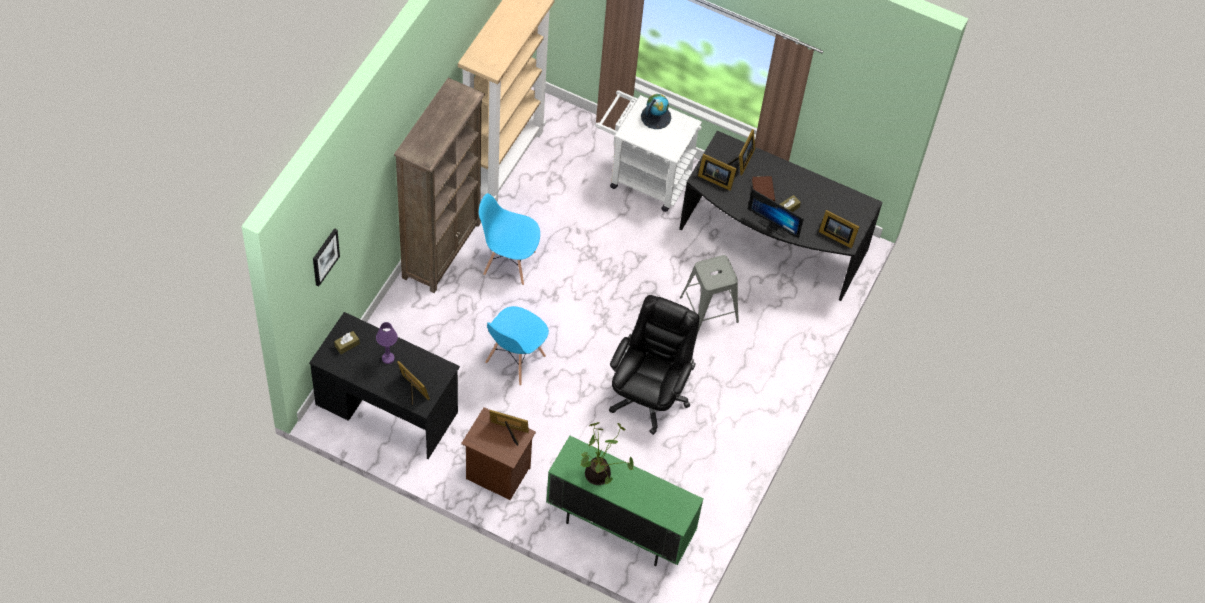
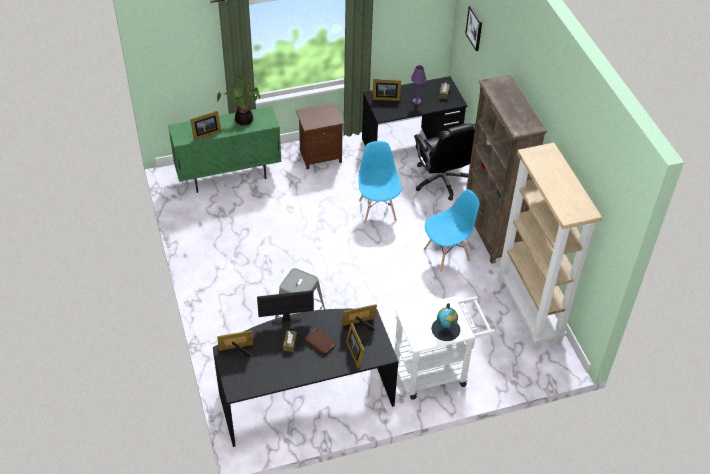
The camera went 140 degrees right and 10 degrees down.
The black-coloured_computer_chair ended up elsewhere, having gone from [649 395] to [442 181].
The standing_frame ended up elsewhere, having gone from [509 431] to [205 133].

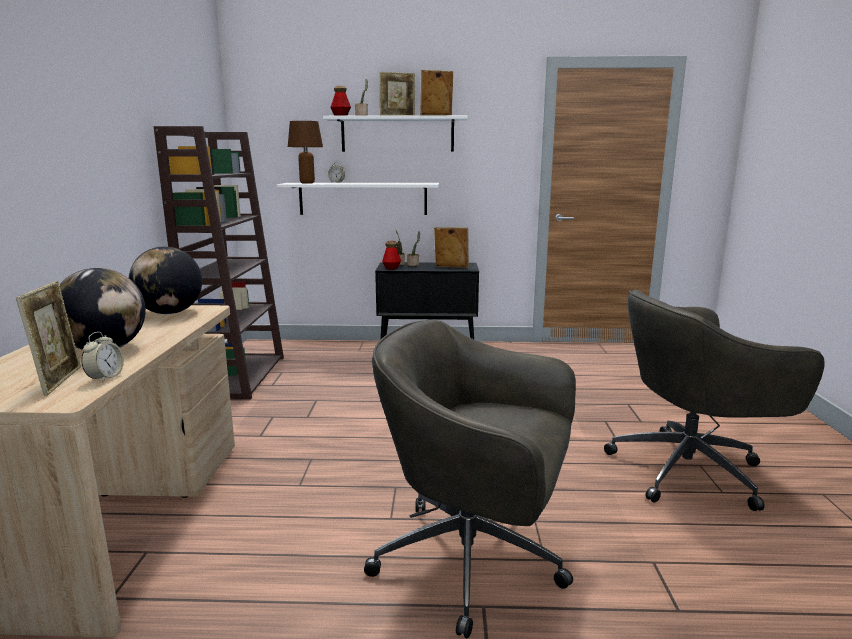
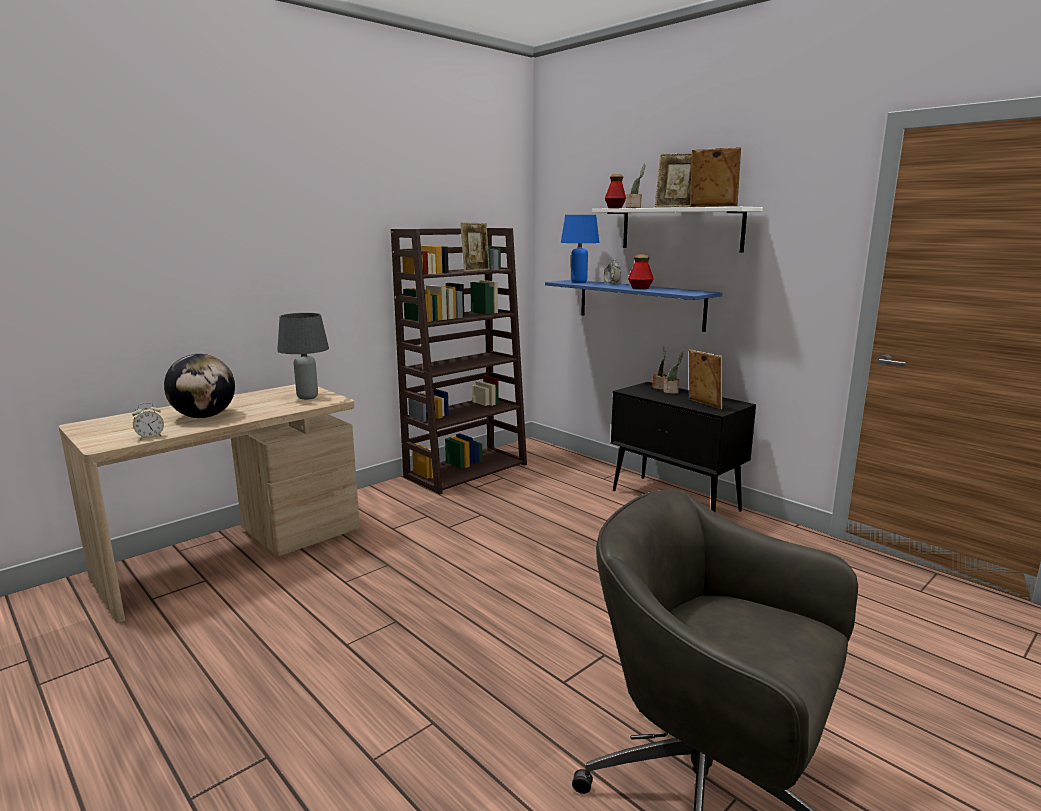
The camera went 45 degrees right and 0 degrees up.
What was the brown-coloured_lamp_for_a_table at [307 183] turned into the bluish_lamp_for_a_table at [579 282].
What was the white_bracket_shelf at [363 198] turned into the bluish_bracket_shelf at [639 304].
The bottle ended up elsewhere, having gone from [391 268] to [640 288].
Where the desk_globe stood at [170 313], the greyish_lamp_for_a_table came to stand at [307 397].
The standing_frame ended up elsewhere, having gone from [60 381] to [476 271].
The second view lost the greyish_computer_chair at [474 561].

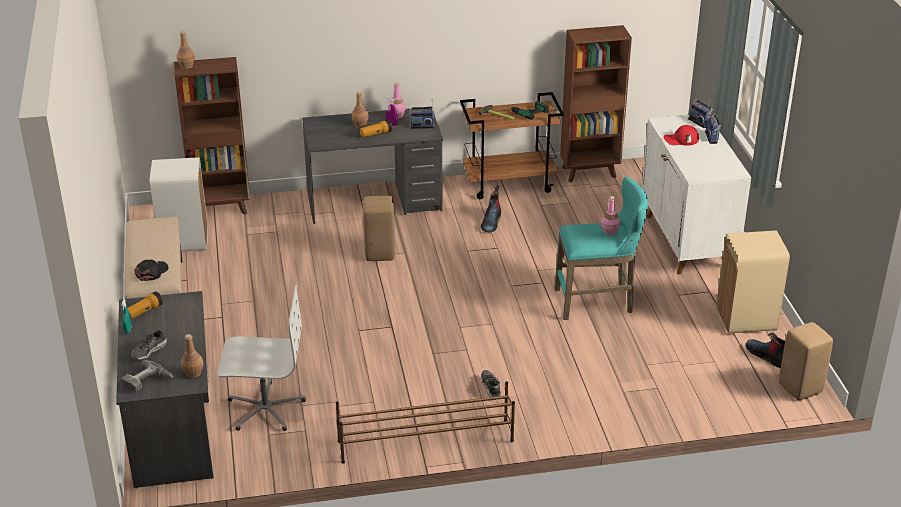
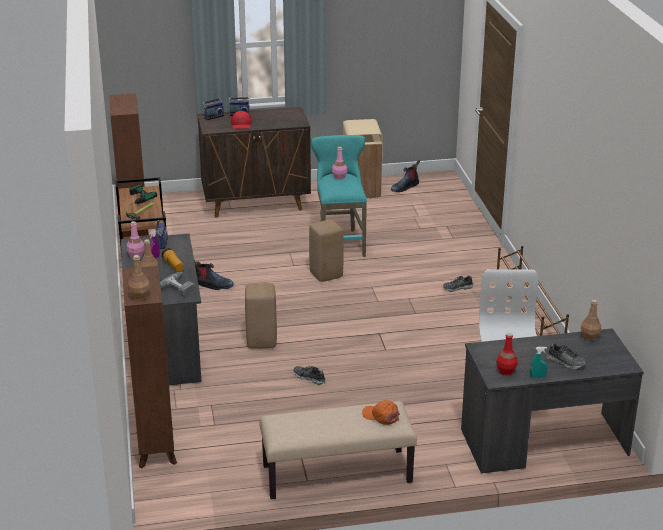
The camera went 90 degrees left and 5 degrees down.
What was the white_cupboard at [687 242] turned into the brown-coloured_cupboard at [257 204].
The second view lost the white_waste_bin at [184 241].
What was the black-coloured_baseball_cap at [152 272] turned into the orangey_baseball_cap at [381 416].
Where the flashlight stood at [144 312], the red-coloured_bottle came to stand at [506 371].
The beige-coloured_stool_seat ended up elsewhere, having gone from [799 388] to [326 275].
The drill ended up elsewhere, having gone from [148 382] to [181 286].
The second view gained the low_shoe at [309 378].

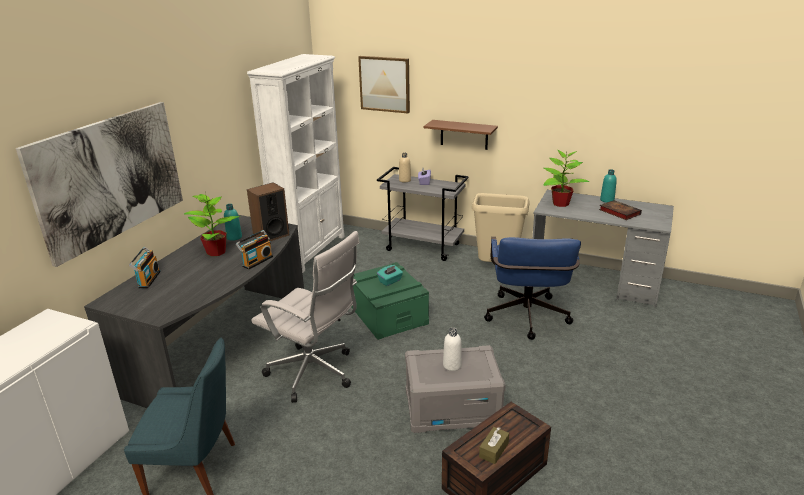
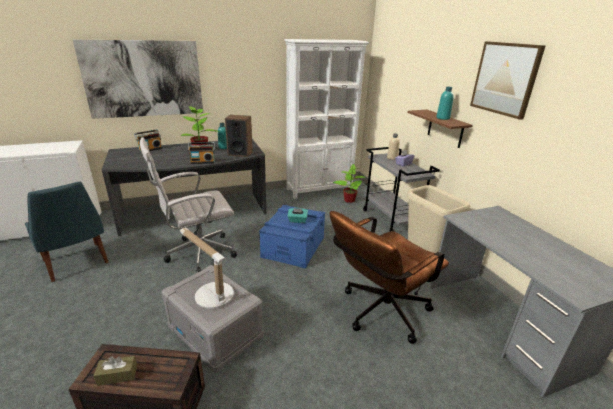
The camera went 45 degrees right and 0 degrees up.
The wall_art ended up elsewhere, having gone from [385 84] to [505 79].
The potted_plant ended up elsewhere, having gone from [560 203] to [349 200].
The blue-green_bottle ended up elsewhere, having gone from [607 200] to [442 118].
The second view lost the bound_book at [618 212].
The white_computer_chair at [315 374] ended up facing another way, 75 degrees clockwise from before.
What was the bluish_computer_chair at [527 320] turned into the brown-coloured_computer_chair at [379 313].
What was the greenish_storage_box at [388 314] turned into the bluish_storage_box at [293 247].
Where the white_bottle stood at [452 365], the lamp_for_a_table came to stand at [211 293].

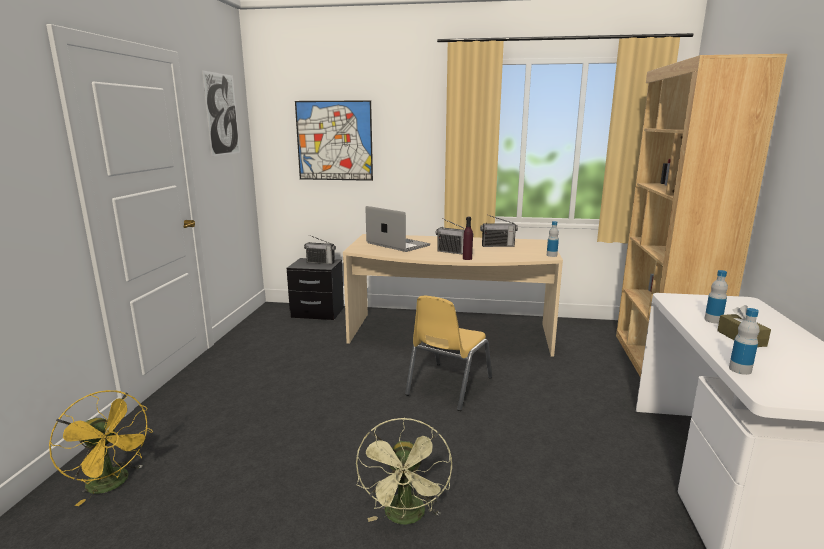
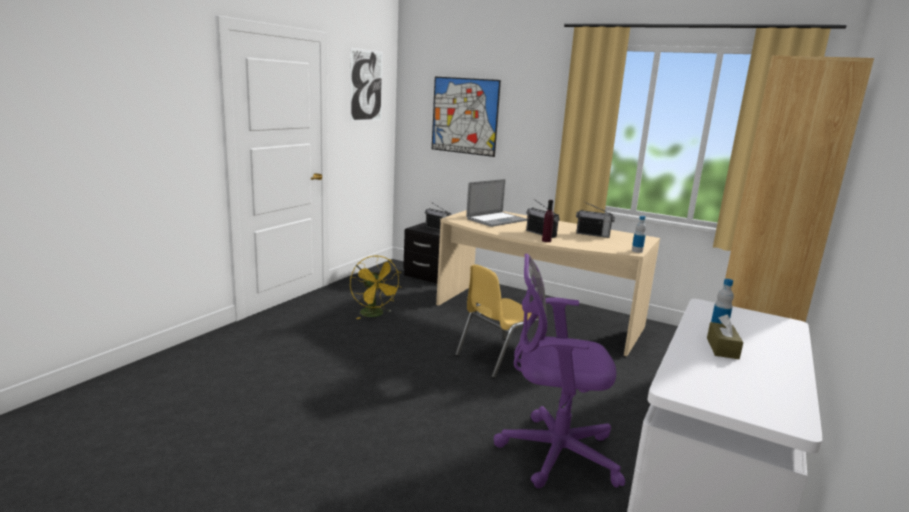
The camera went 20 degrees right and 0 degrees up.
The portable_computer at [397 244] ended up facing another way, 75 degrees clockwise from before.
The second view lost the bottle at [740 369].
The yellow_electric_fan ended up elsewhere, having gone from [113 484] to [375 315].
The second view lost the greenish_electric_fan at [406 517].
The second view gained the purplish_computer_chair at [552 452].

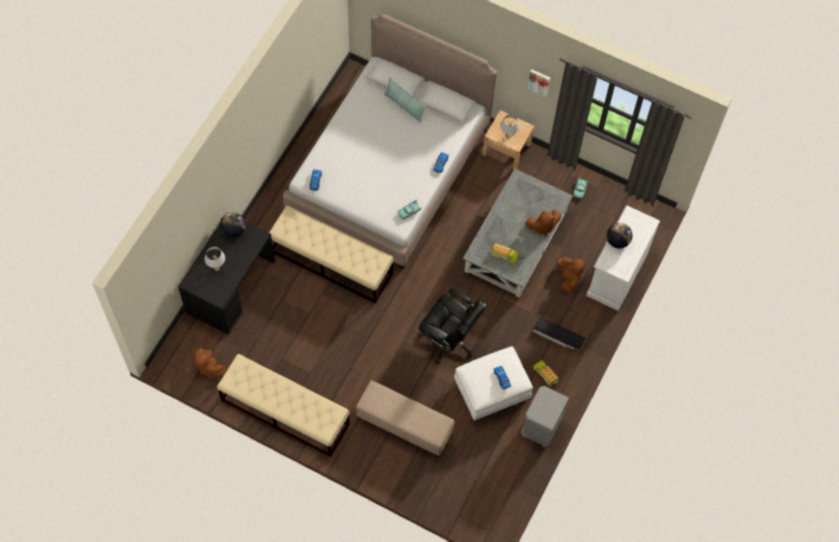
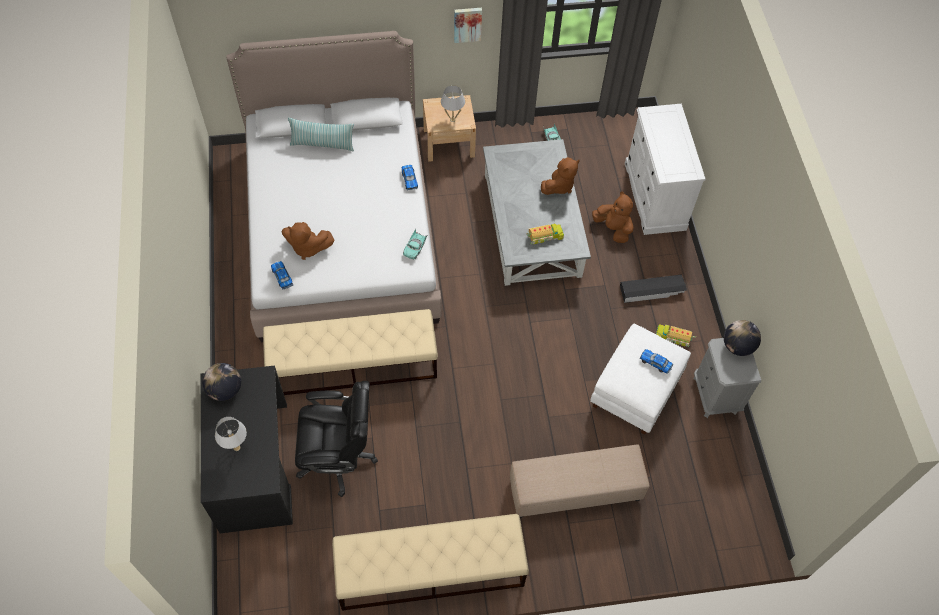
The camera went 35 degrees left and 5 degrees down.
The desk_globe ended up elsewhere, having gone from [617 241] to [737 346].
The black-coloured_computer_chair ended up elsewhere, having gone from [449 339] to [338 457].
The brown-coloured_plush_toy ended up elsewhere, having gone from [209 367] to [307 247].

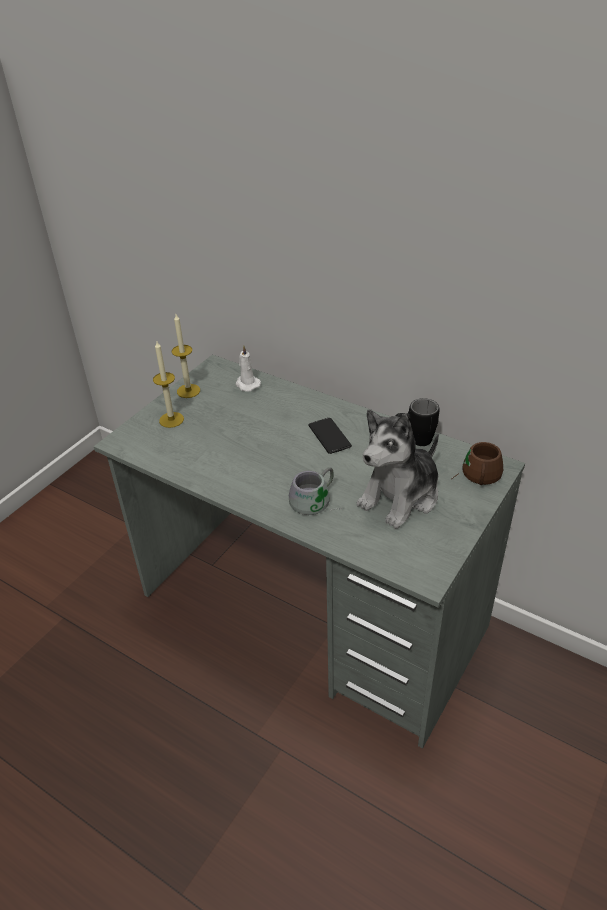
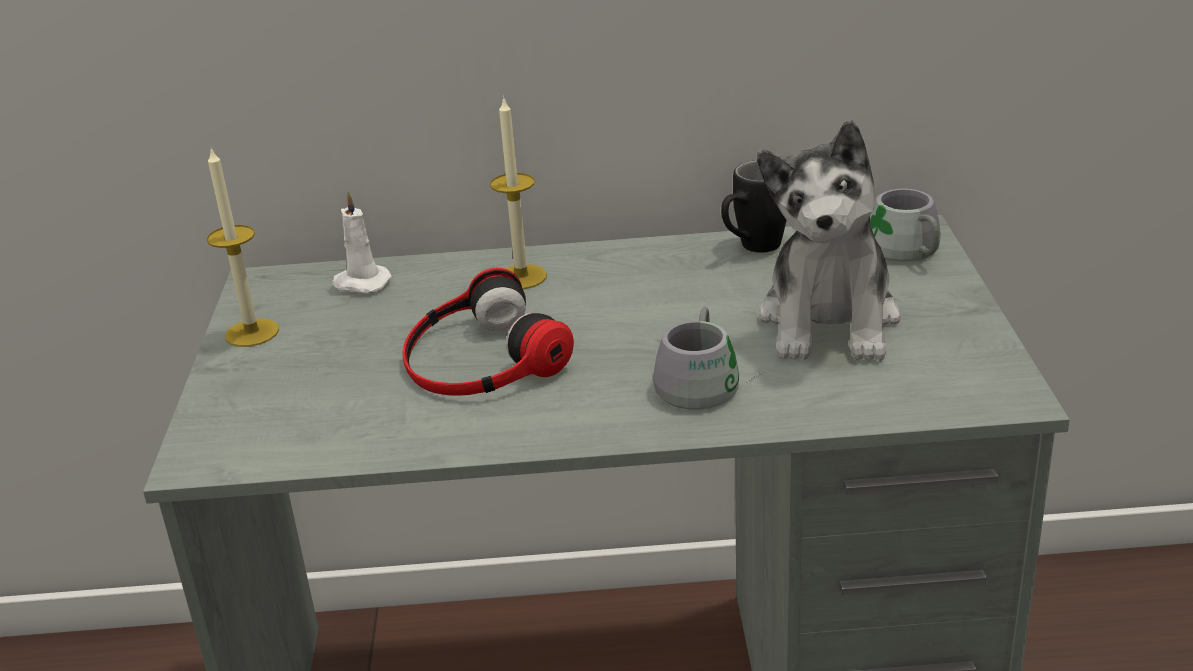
The camera went 35 degrees left and 10 degrees down.
The candle ended up elsewhere, having gone from [171 420] to [521 277].
The second view lost the phone at [329 436].
What was the brown-coloured_coffee_mug at [476 475] turned into the greyish_coffee_mug at [900 253].
The second view gained the headset at [480 358].

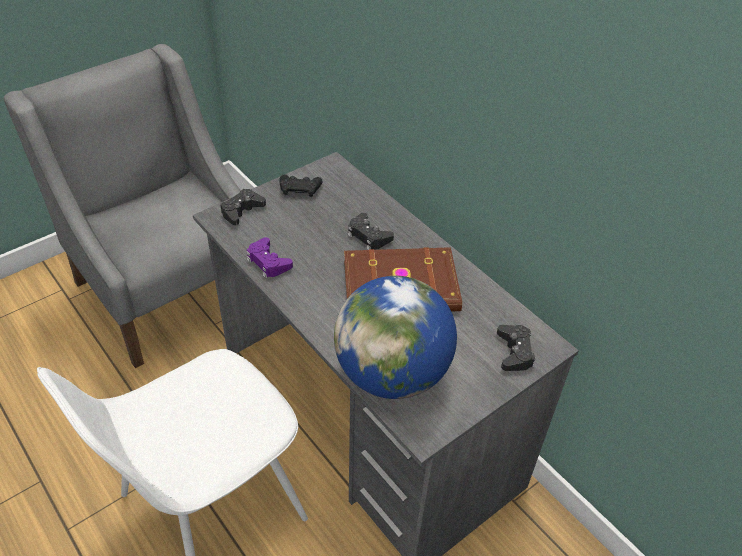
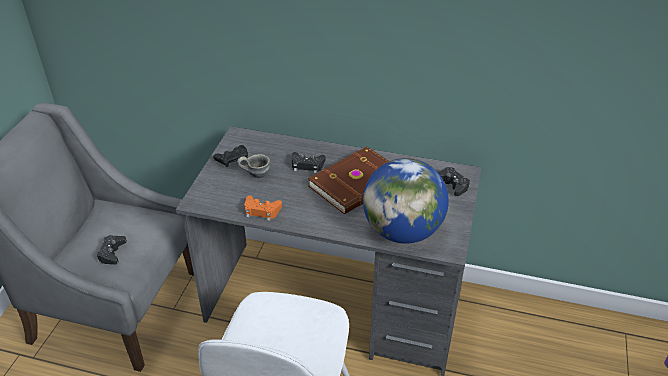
The camera went 35 degrees left and 5 degrees down.
The black-coloured_joypad ended up elsewhere, having gone from [242 211] to [112 253].
What was the purplish_joypad at [268 262] turned into the orangey_joypad at [261 211].
The second view gained the greyish_coffee_mug at [256 174].

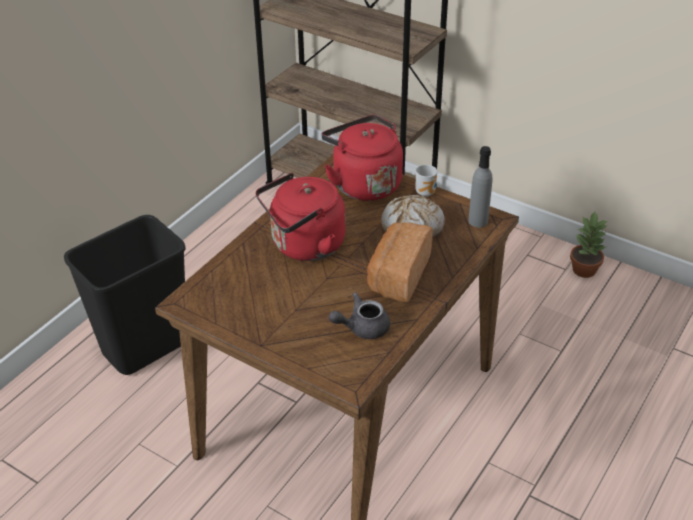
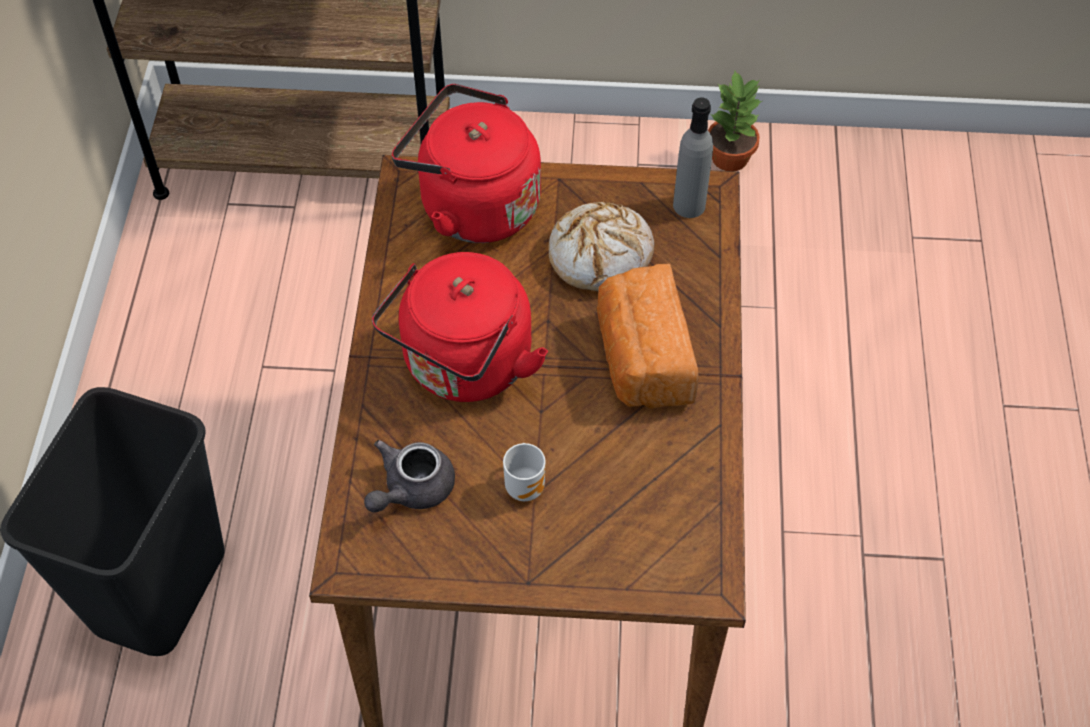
The camera went 30 degrees left and 15 degrees up.
The coffee_mug ended up elsewhere, having gone from [426 192] to [526 486].
The greyish_pot_for_tea ended up elsewhere, having gone from [362 328] to [411 489].

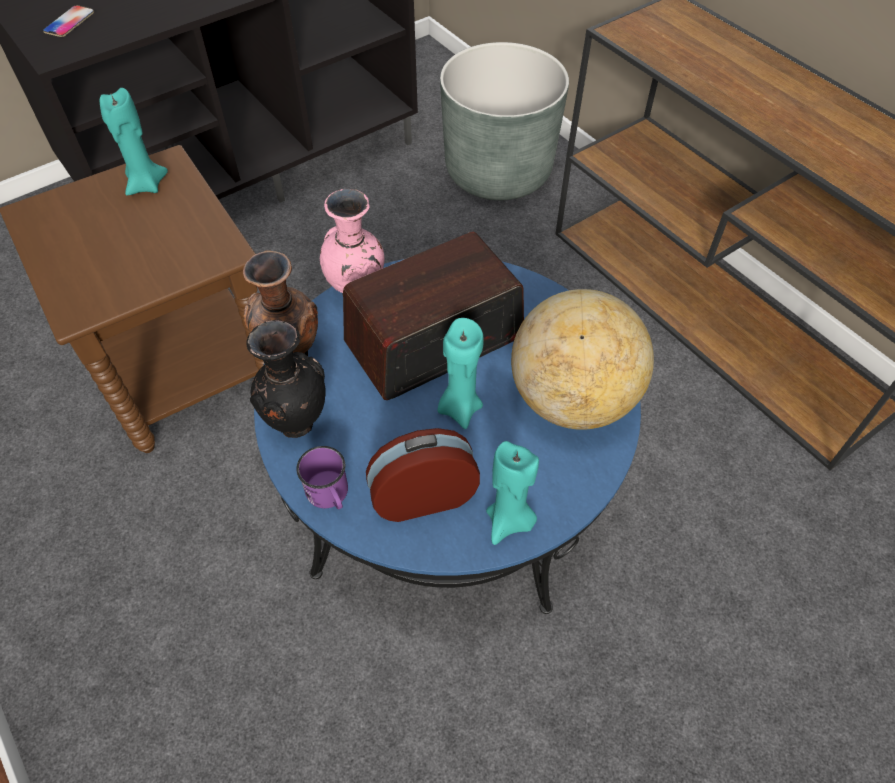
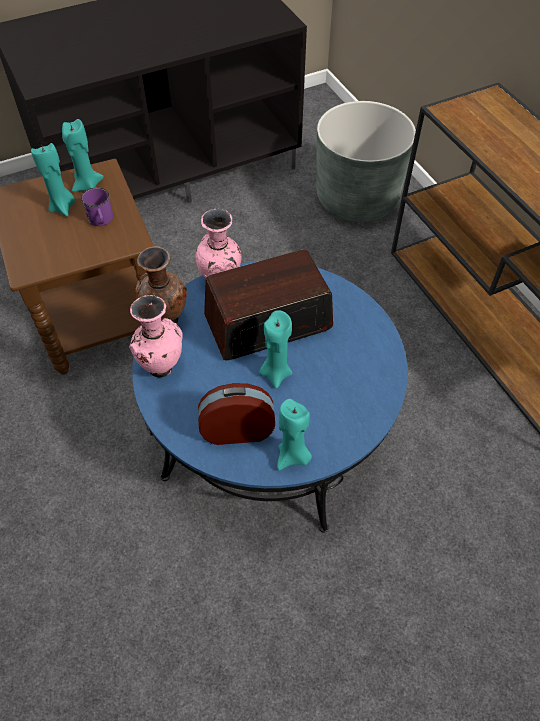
The camera went 10 degrees right and 0 degrees up.
The second view lost the phone at [69 22].
The second view lost the desk_globe at [572 400].
What was the black-coloured_decorative_vase at [296 423] turned into the pink-coloured_decorative_vase at [161 367].
The purplish_coffee_mug ended up elsewhere, having gone from [330 495] to [101 220].
The second view gained the blue-green_candle at [63 207].

